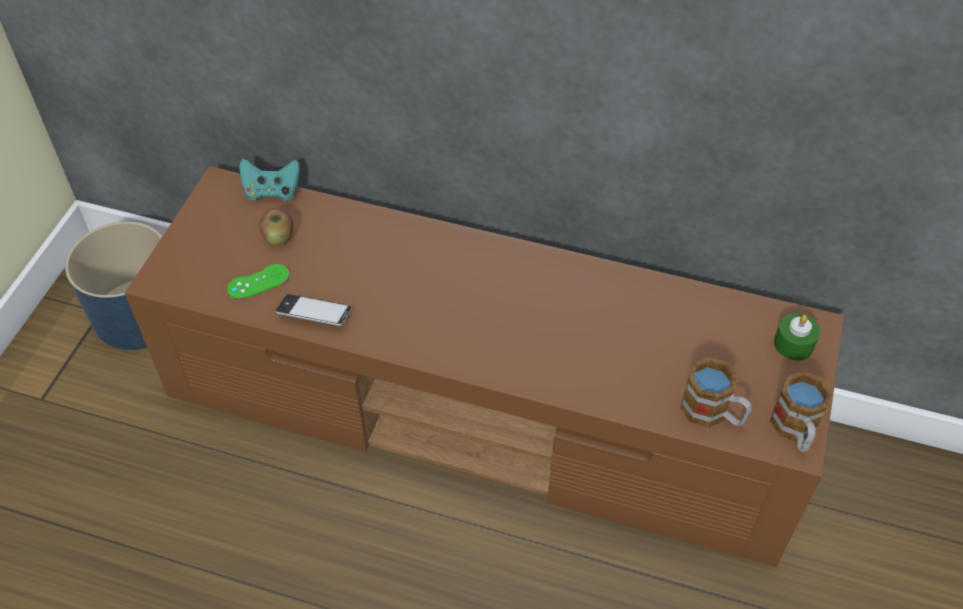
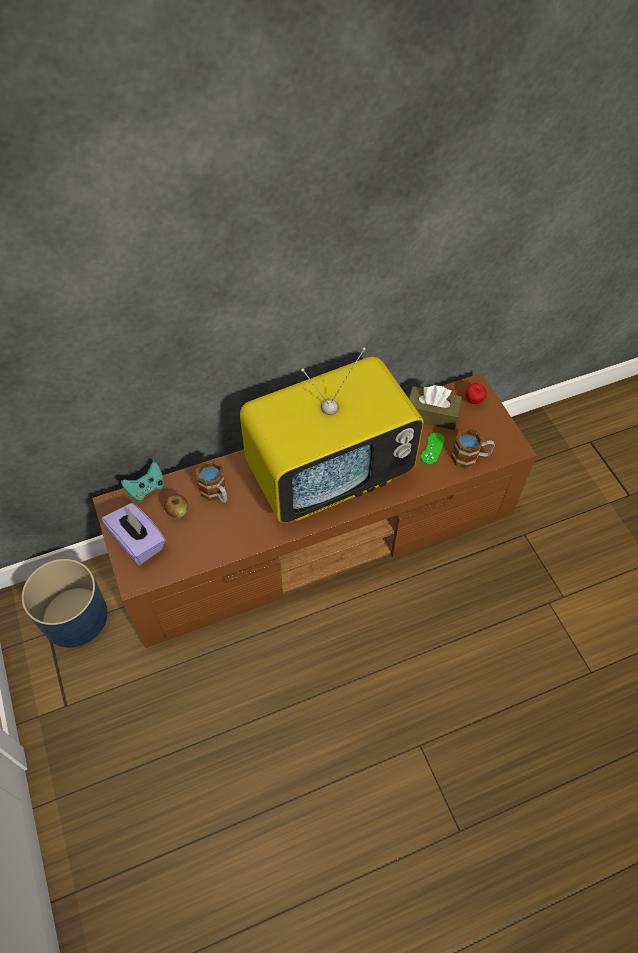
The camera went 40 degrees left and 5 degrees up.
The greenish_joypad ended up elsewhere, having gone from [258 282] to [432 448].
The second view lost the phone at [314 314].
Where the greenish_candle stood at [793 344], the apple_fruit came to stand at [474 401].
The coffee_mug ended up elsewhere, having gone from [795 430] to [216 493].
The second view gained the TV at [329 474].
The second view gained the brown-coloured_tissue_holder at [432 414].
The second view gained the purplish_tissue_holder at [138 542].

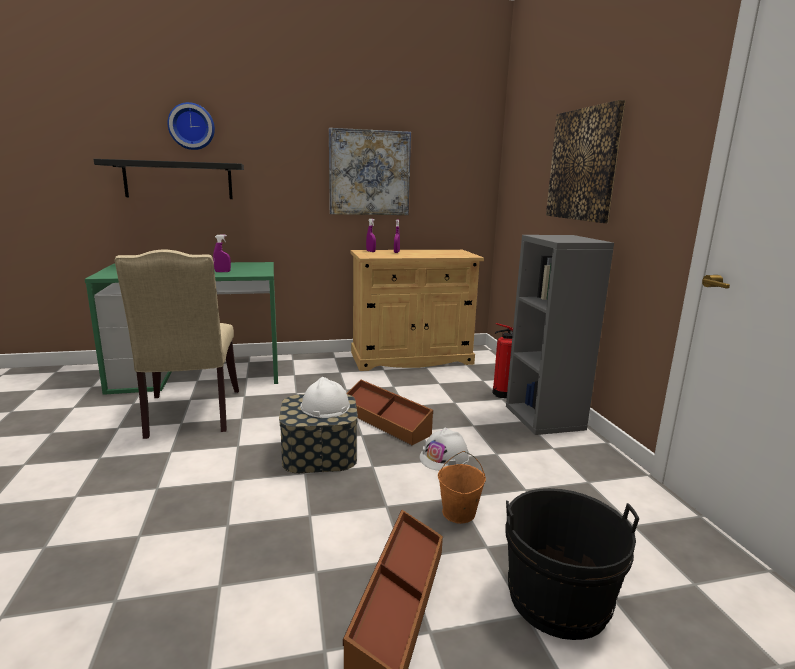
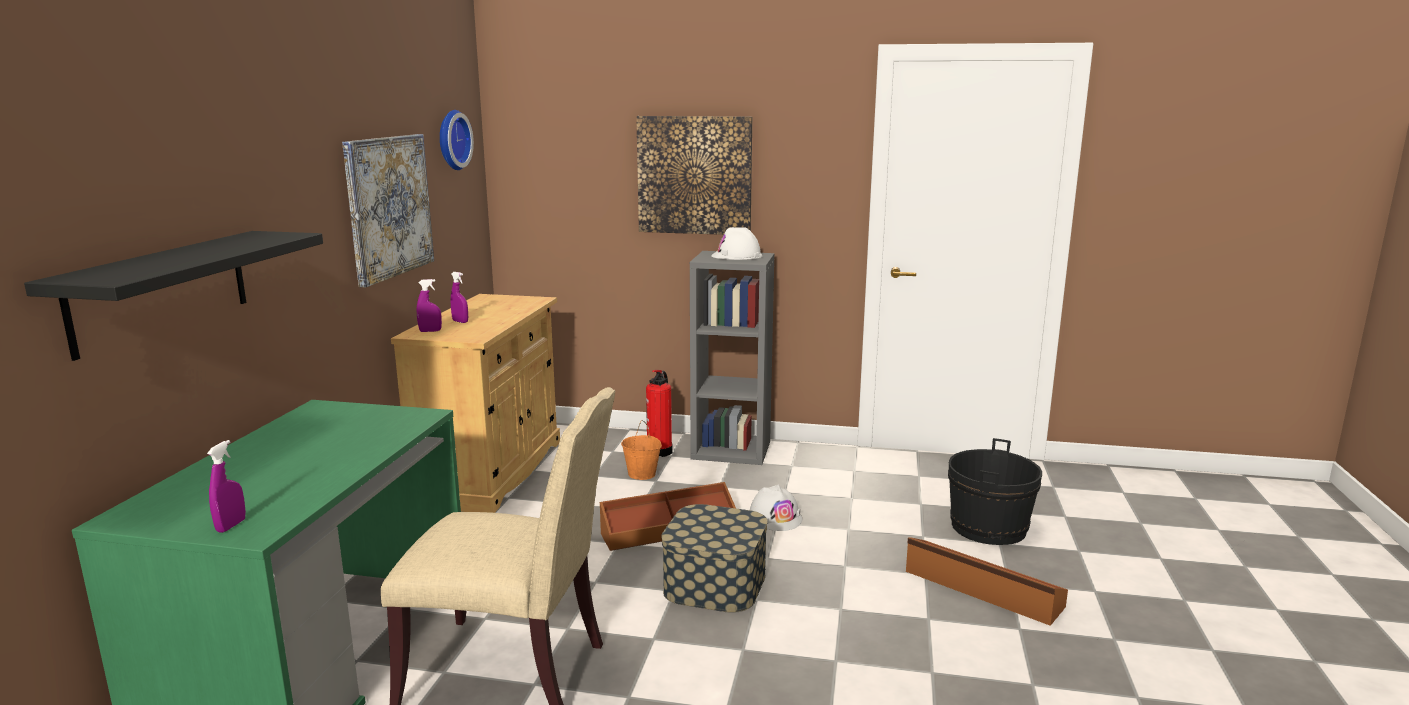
The camera went 65 degrees left and 0 degrees up.
The clock_on_the_wall ended up elsewhere, having gone from [192 126] to [451 140].
The purplish_sprayer ended up elsewhere, having gone from [222 272] to [231 526].
The white_work_helmet ended up elsewhere, having gone from [324 406] to [737 256].
The orangey_pail ended up elsewhere, having gone from [458 513] to [642 474].

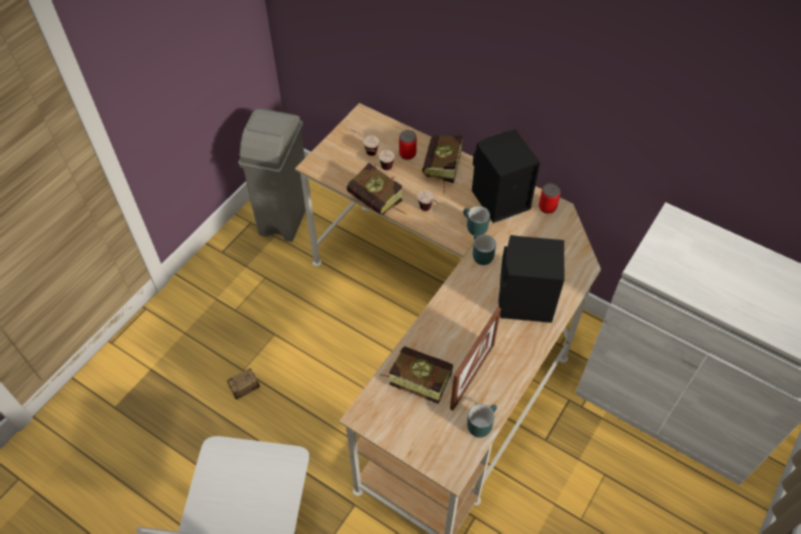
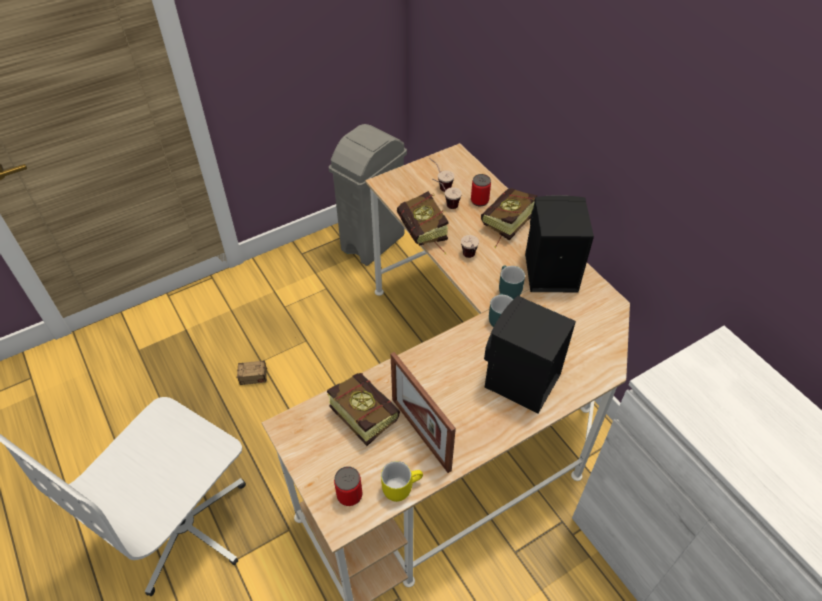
The camera went 25 degrees right and 5 degrees down.
The metal_can ended up elsewhere, having gone from [547 207] to [349 495].
The standing_frame at [472 376] ended up facing another way, 90 degrees clockwise from before.
What was the blue-green_coffee_mug at [480 423] turned into the yellow_coffee_mug at [400 486].

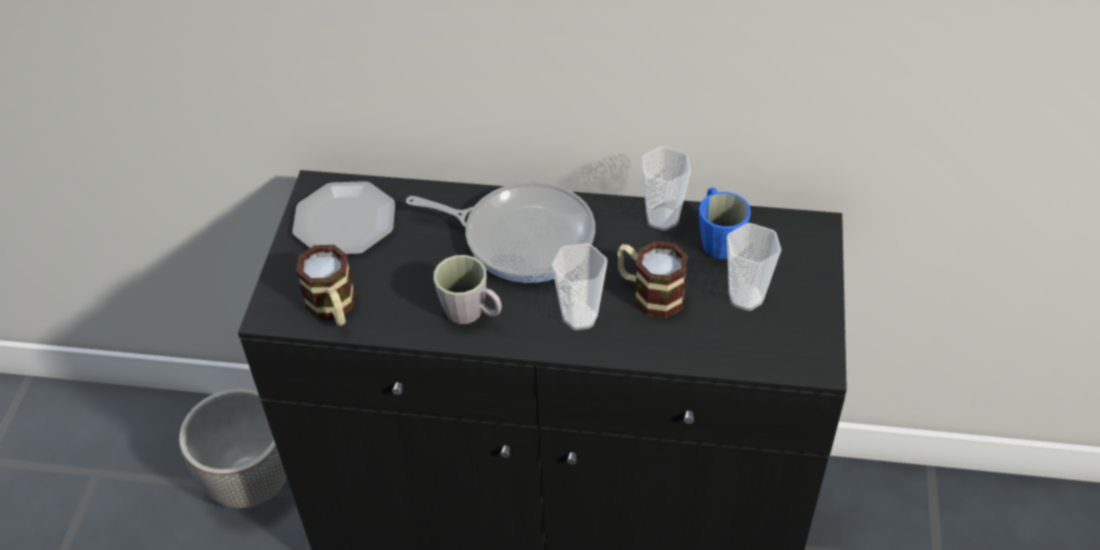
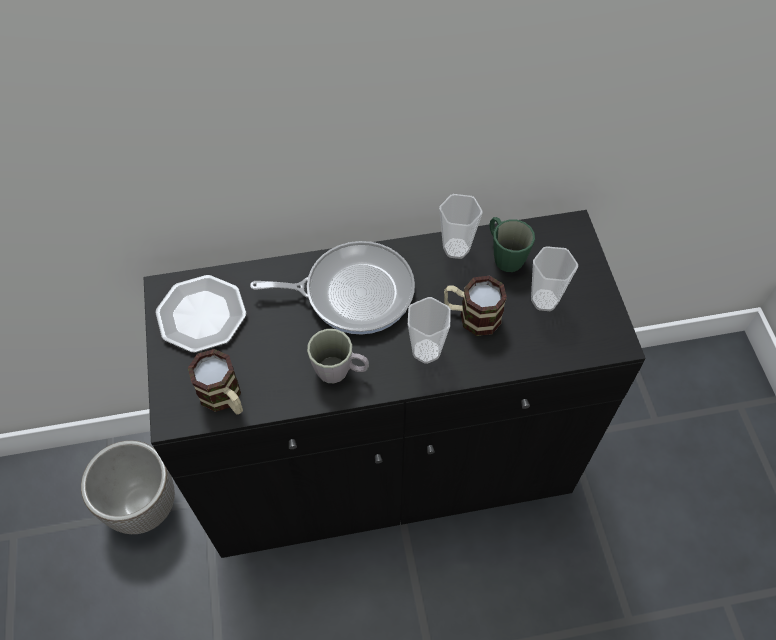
The camera went 20 degrees left and 10 degrees up.
What was the bluish_coffee_mug at [717 239] turned into the greenish_coffee_mug at [504 255].

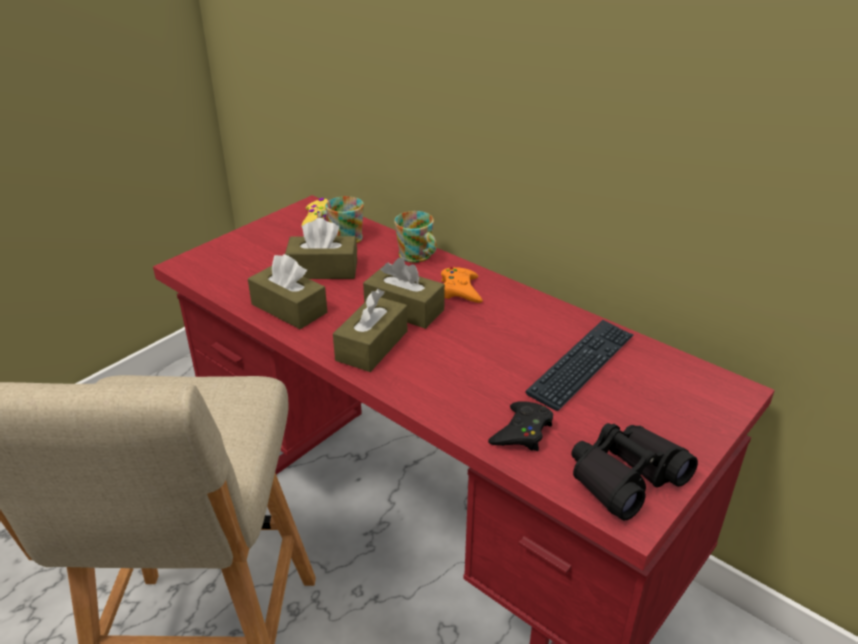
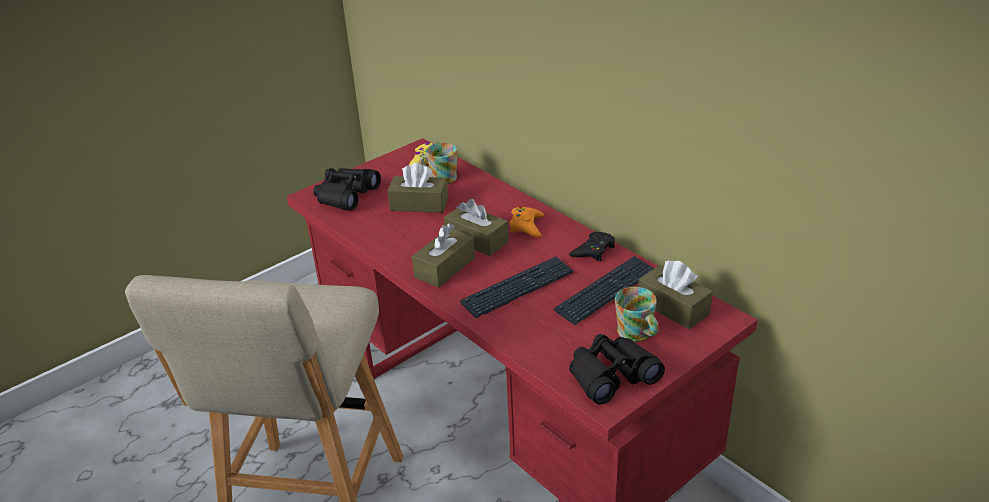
The camera went 10 degrees right and 0 degrees up.
The coffee_mug ended up elsewhere, having gone from [418 256] to [637 334].
The brown-coloured_tissue_holder ended up elsewhere, having gone from [289 308] to [673 307].
The black-coloured_joypad ended up elsewhere, having gone from [522 432] to [593 250].
The second view gained the black-coloured_field_glasses at [346 195].
The second view gained the PC_keyboard at [518 288].

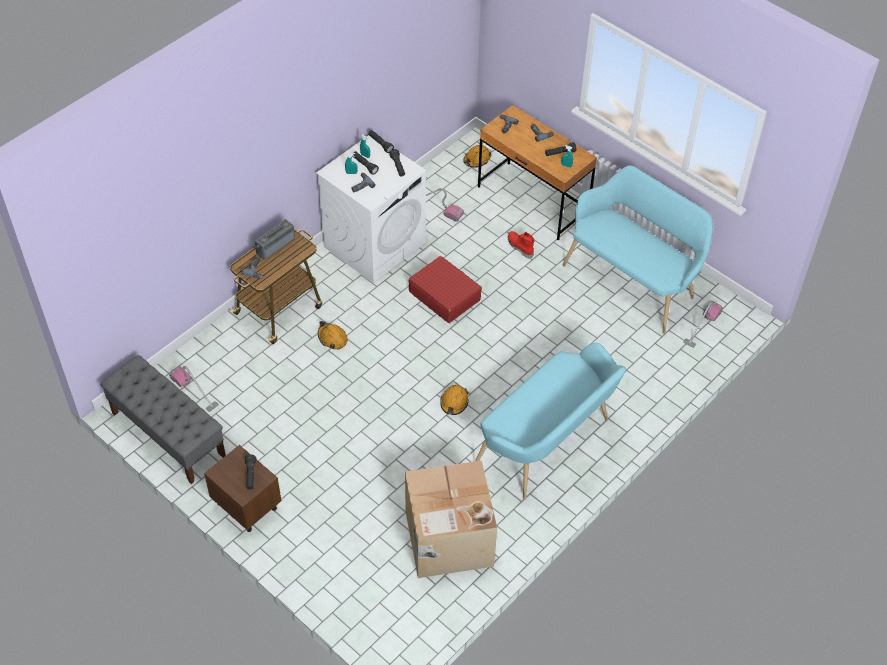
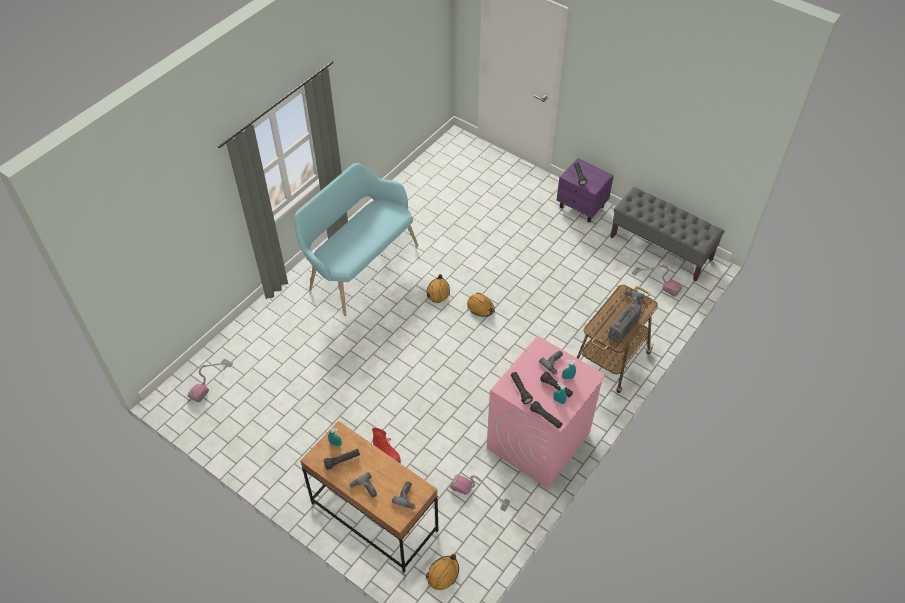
The camera went 175 degrees right and 0 degrees up.
What was the white_laundry_appliance at [375 244] turned into the pink-coloured_laundry_appliance at [538 441].
The second view lost the blue-green_bench at [633 280].
The second view lost the red-coloured_travel_case at [444 296].
The orangey_work_helmet ended up elsewhere, having gone from [332 338] to [480 307].
What was the brown-coloured_bedside_table at [246 505] turned into the purplish_bedside_table at [582 207].
The second view lost the packing_box at [448 540].

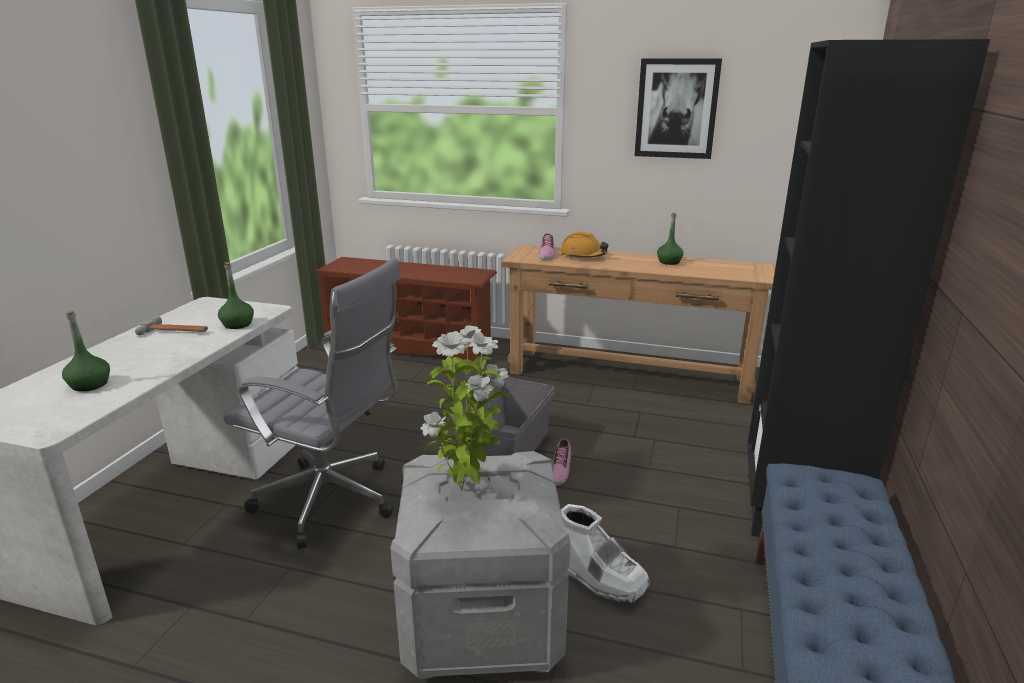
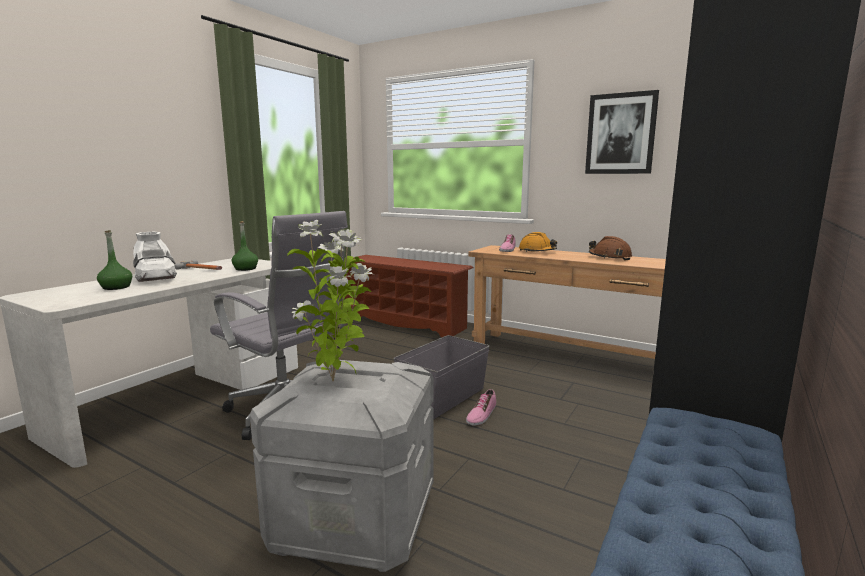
The camera went 15 degrees right and 10 degrees down.
Where the greenish_bottle stood at [669 262], the brown-coloured_work_helmet came to stand at [609 257].
The white_high-top_boot ended up elsewhere, having gone from [597 576] to [155 278].

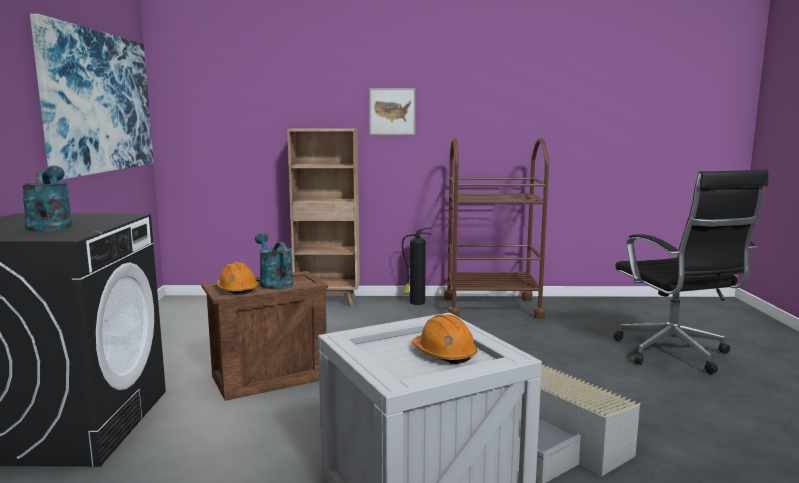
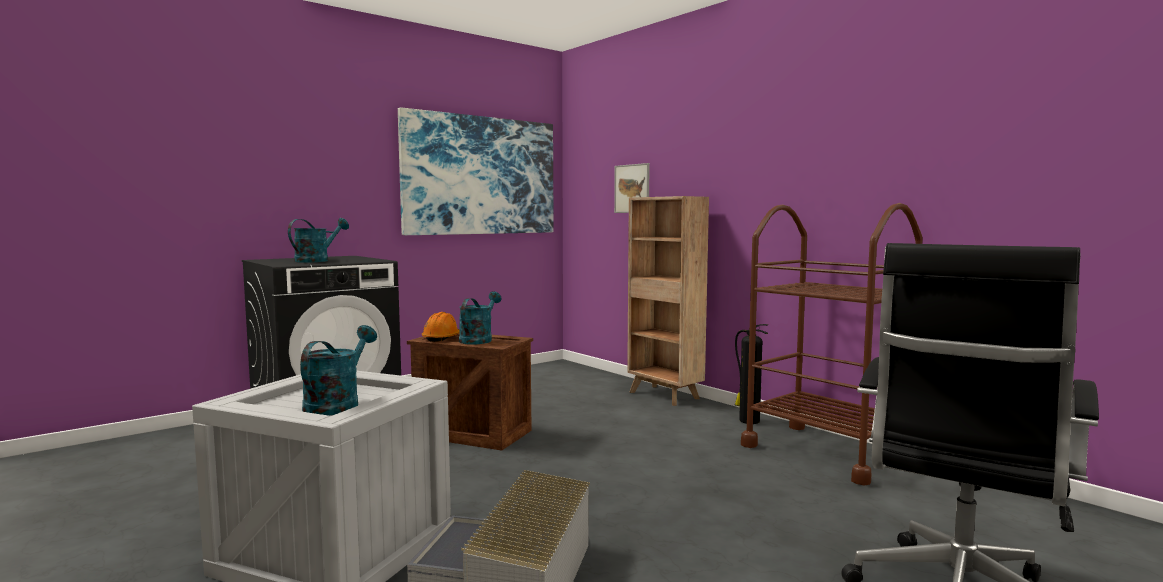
The camera went 50 degrees right and 5 degrees down.
The wall_art ended up elsewhere, having gone from [392 111] to [632 188].
Where the orangey_work_helmet stood at [444 354], the blue-green_watering_pot came to stand at [337 404].

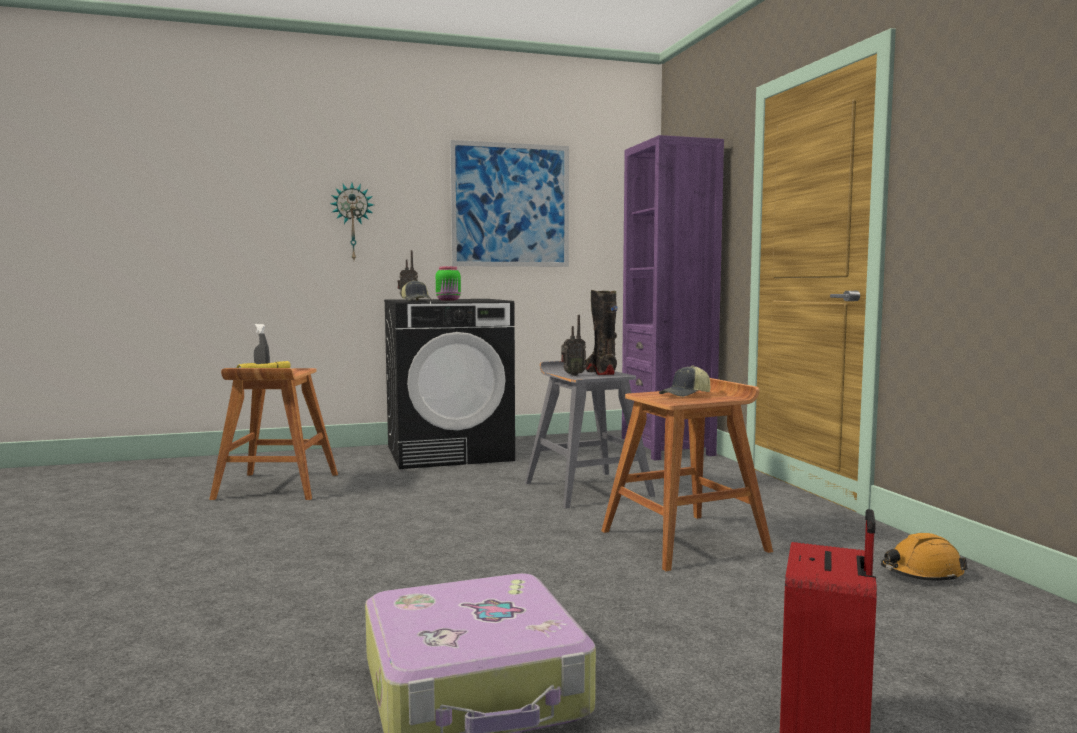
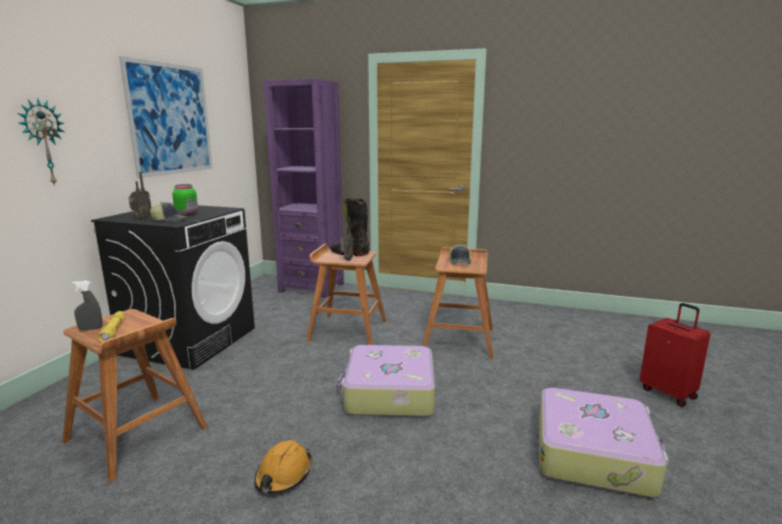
The camera went 55 degrees left and 10 degrees up.
What was the greyish_stool_seat at [587 489] turned into the brown-coloured_stool_seat at [347 330].
The orangey_work_helmet ended up elsewhere, having gone from [921 574] to [283 475].
The second view gained the travel_case at [388 393].

